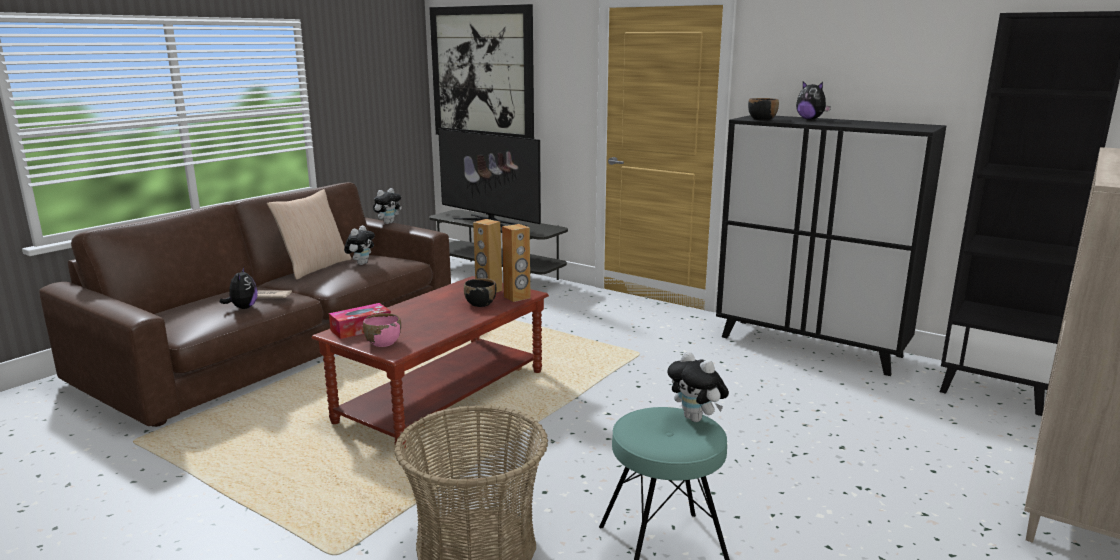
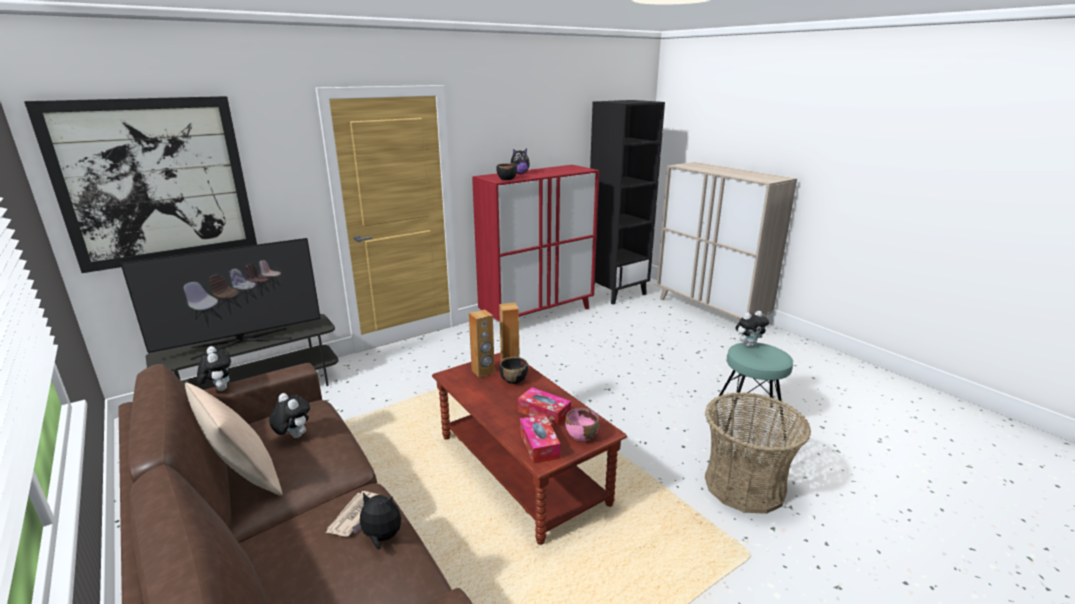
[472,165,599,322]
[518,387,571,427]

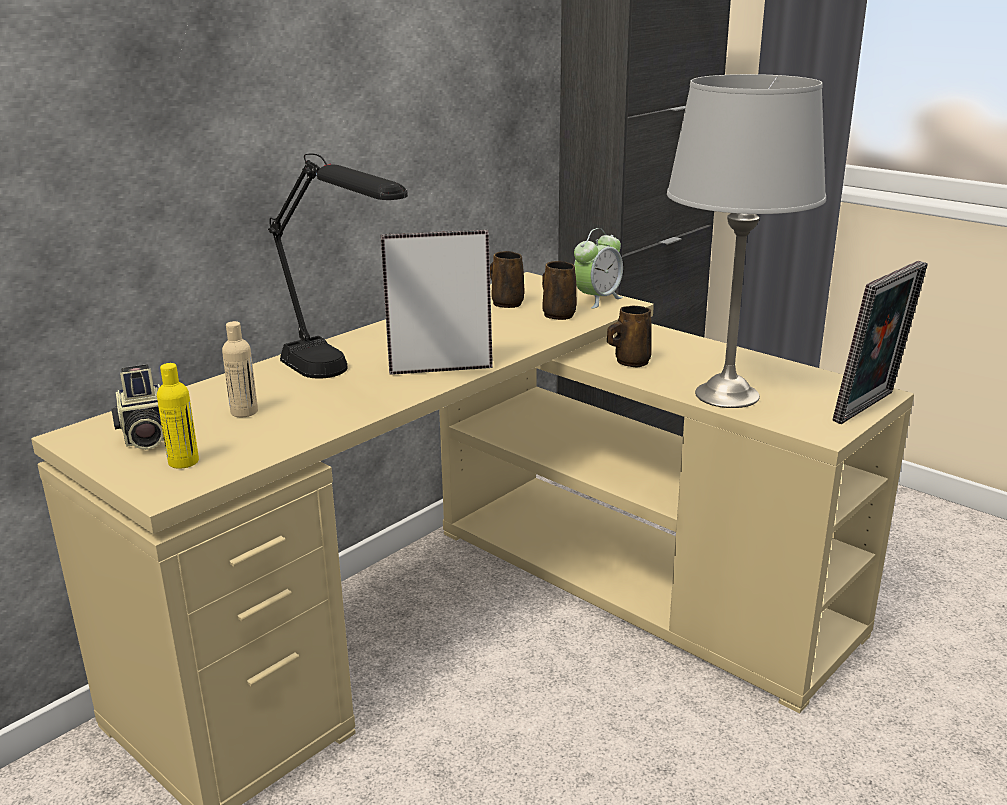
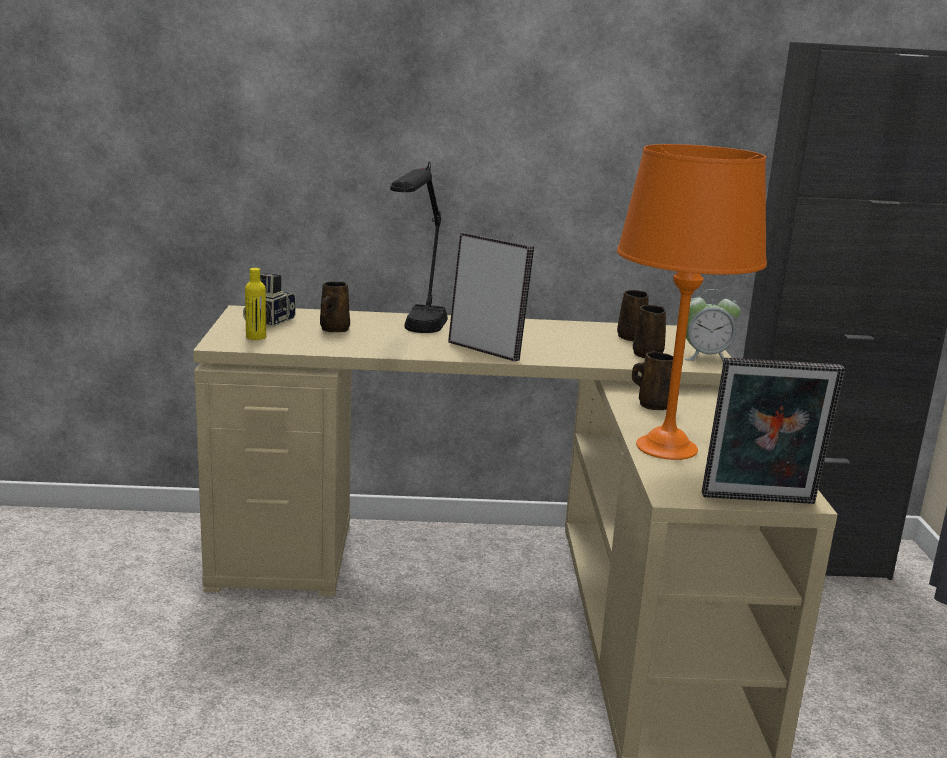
[320,282,350,332]
[617,144,767,460]

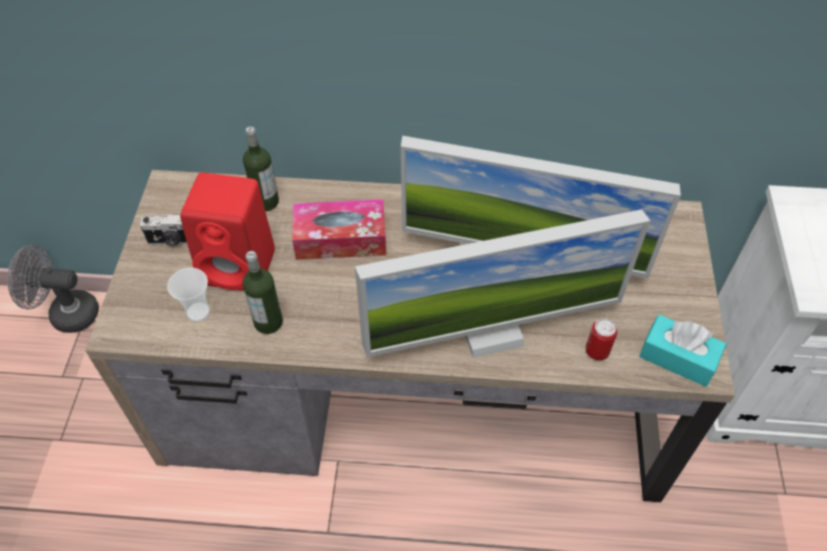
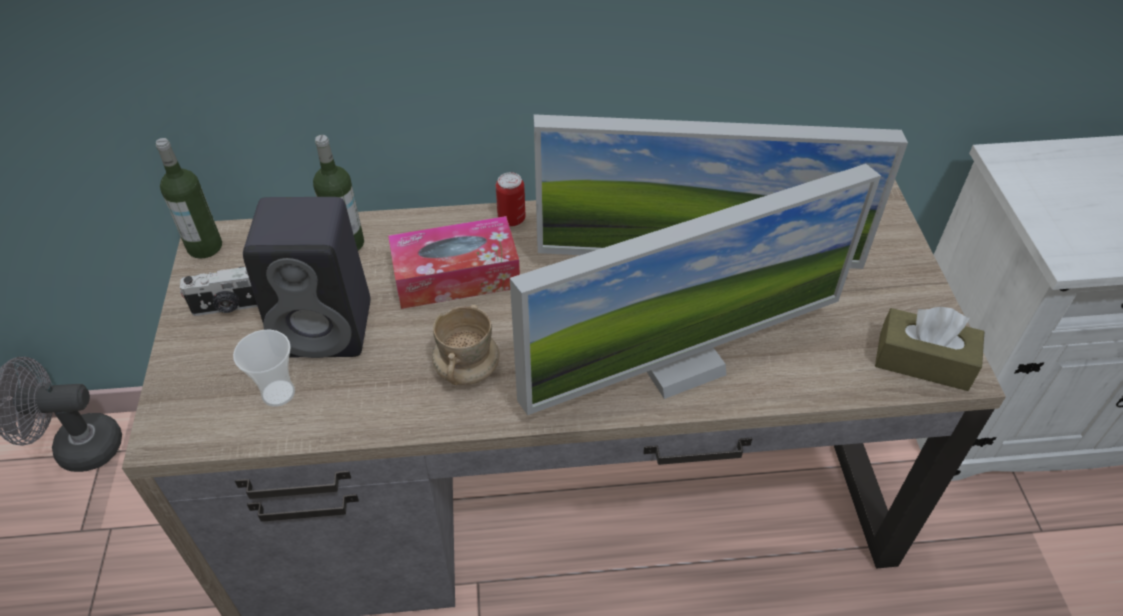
[243,197,370,358]
[156,138,222,259]
[496,172,526,226]
[875,307,984,391]
[432,305,500,385]

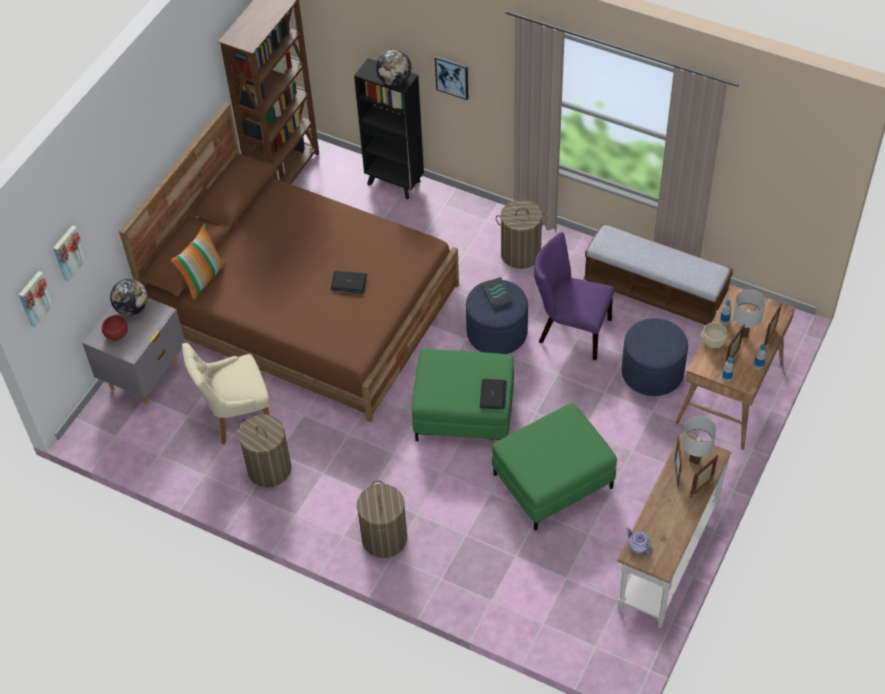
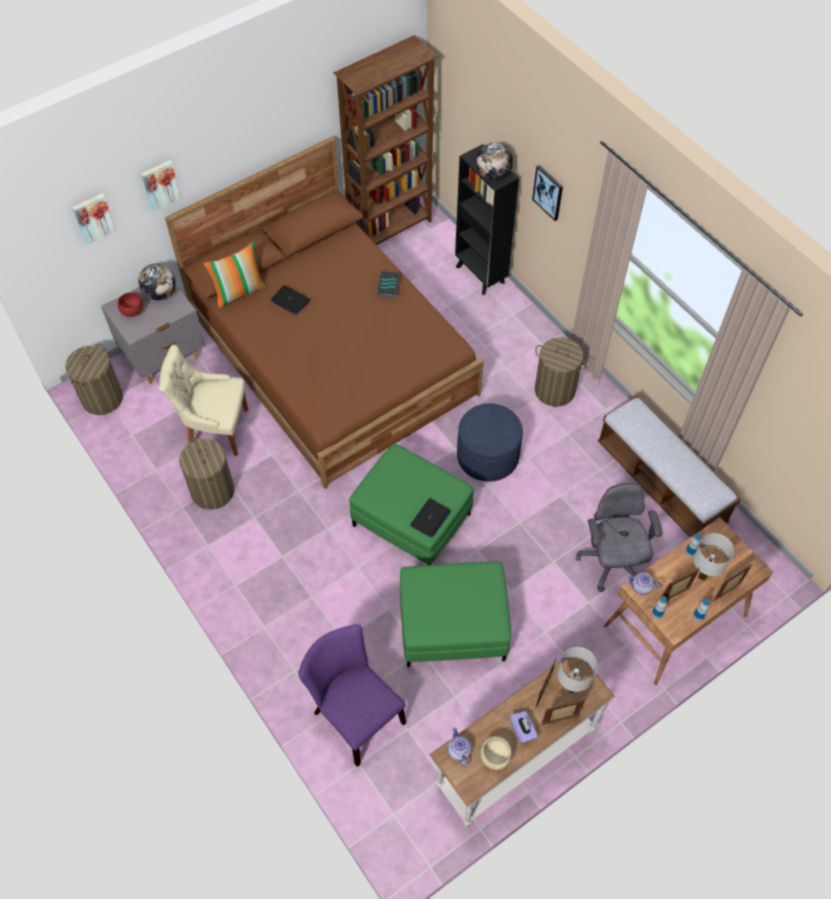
[141,160,181,212]
[271,285,310,315]
[65,344,123,415]
[377,271,400,298]
[298,624,406,767]
[576,483,663,592]
[480,736,512,770]
[510,711,538,744]
[626,572,662,595]

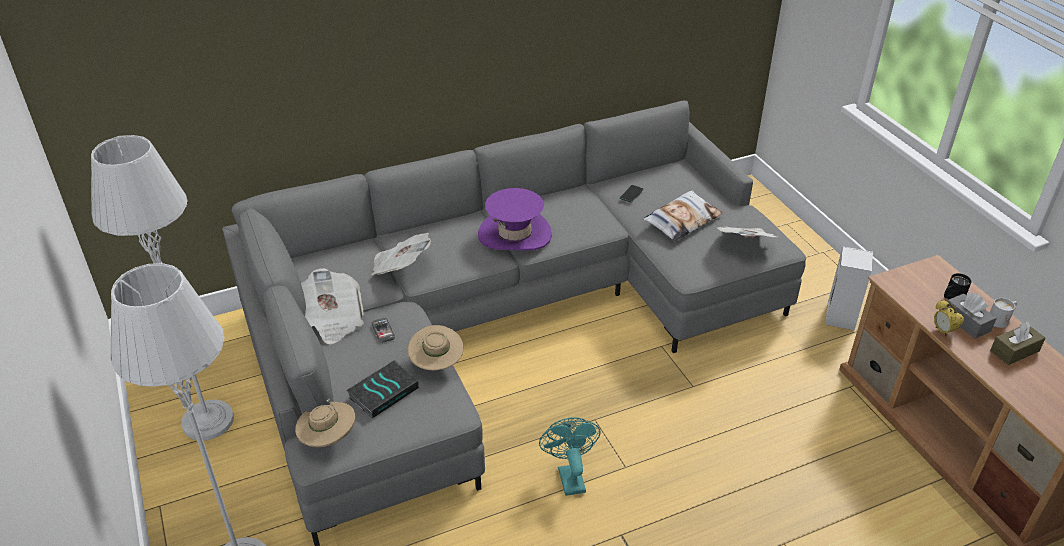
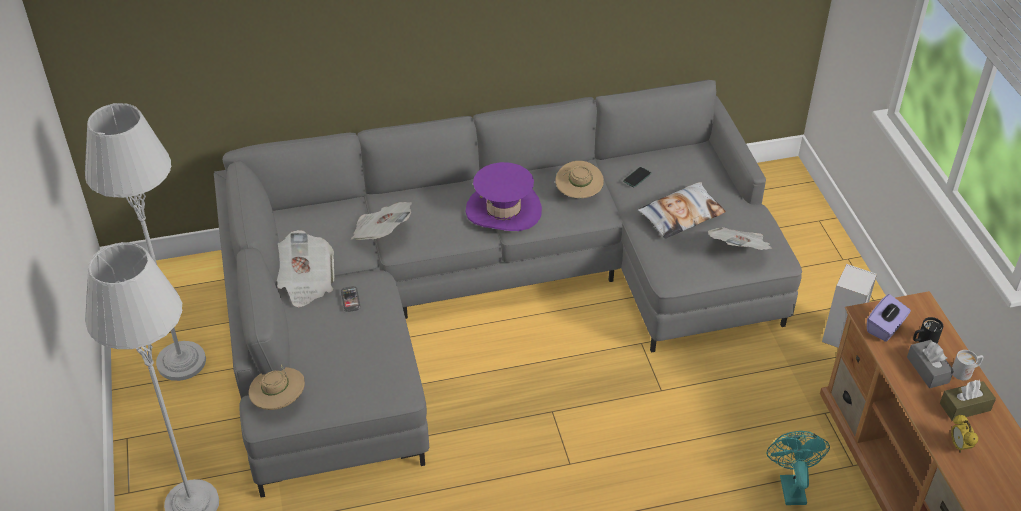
[346,360,419,419] (first image)
[555,161,604,198]
[766,431,830,505]
[951,414,978,453]
[867,294,911,342]

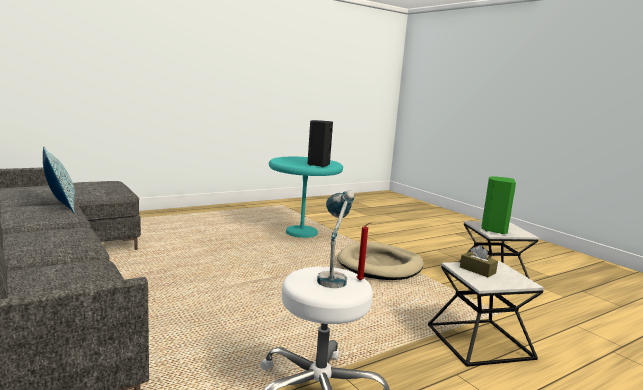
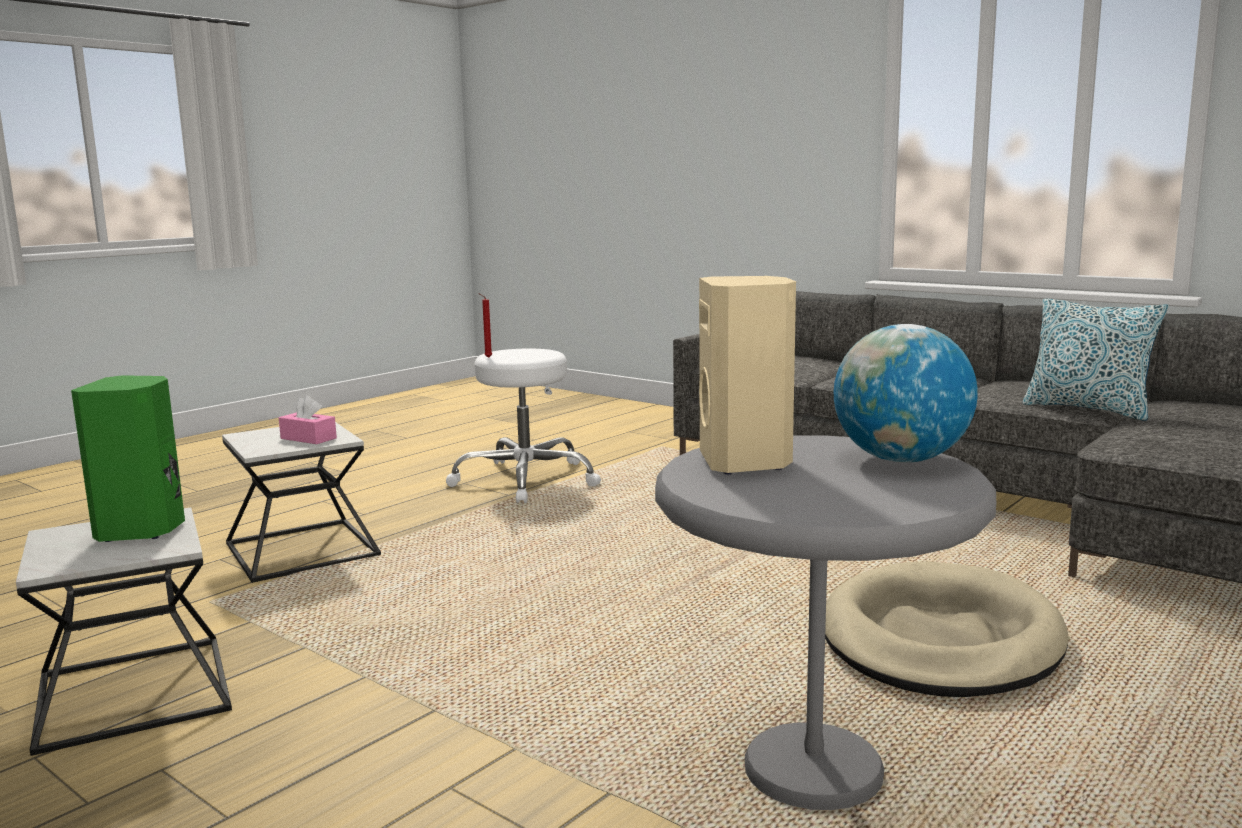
[655,435,996,810]
[699,276,796,474]
[317,190,355,288] (first image)
[825,561,1069,697]
[279,395,337,444]
[834,324,978,463]

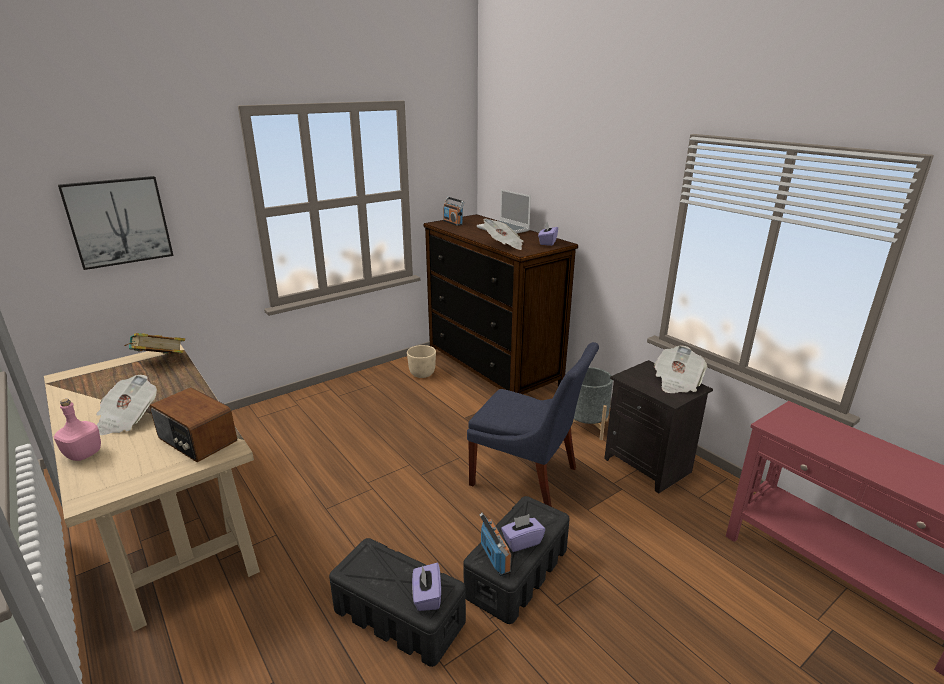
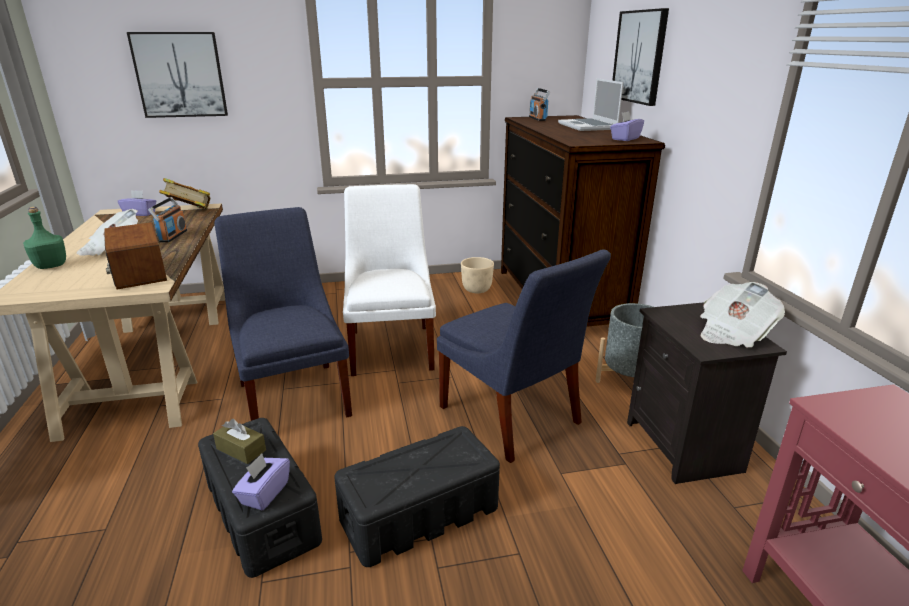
[23,207,66,269]
[148,197,187,242]
[483,219,524,250] (first image)
[118,190,156,216]
[213,419,266,464]
[214,207,352,421]
[343,184,436,376]
[612,8,669,106]

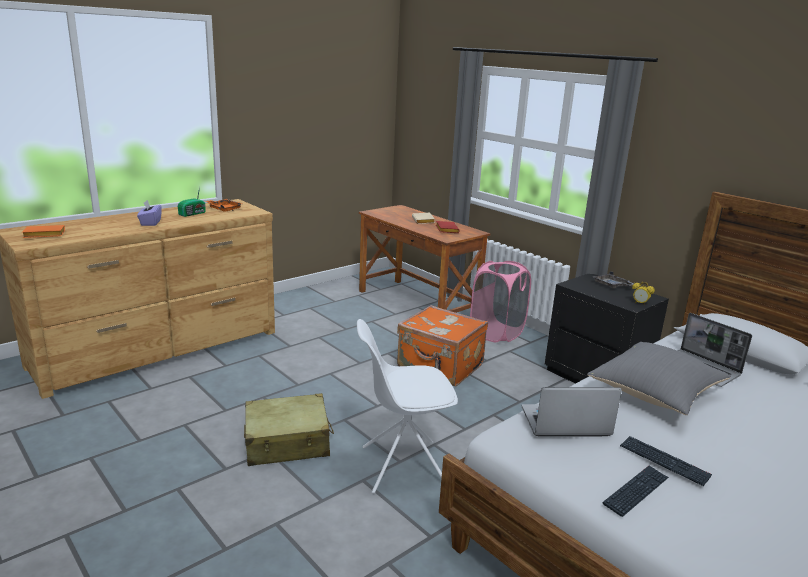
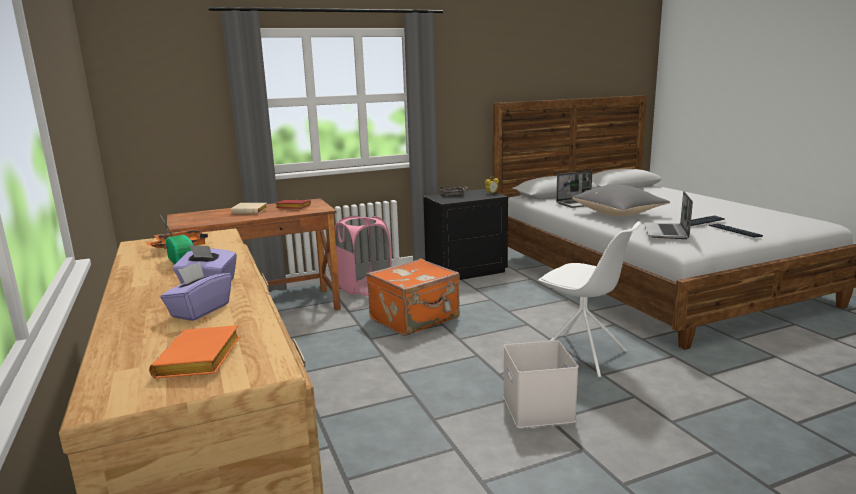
[503,340,579,428]
[538,221,641,378]
[160,262,232,321]

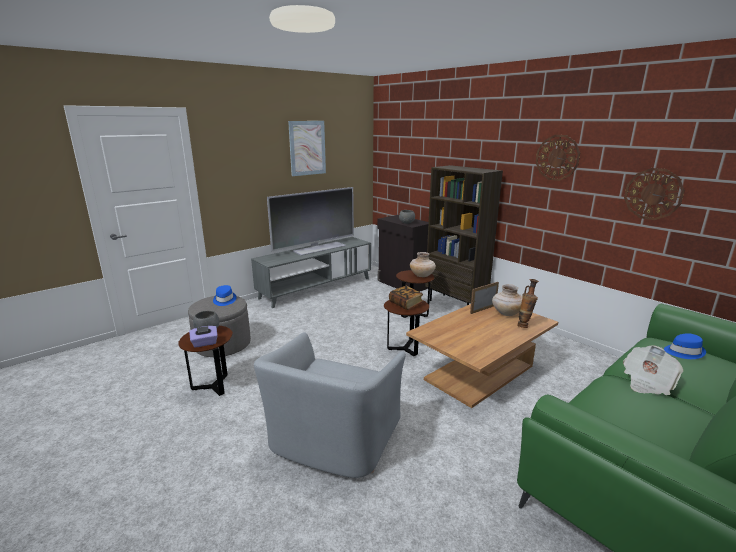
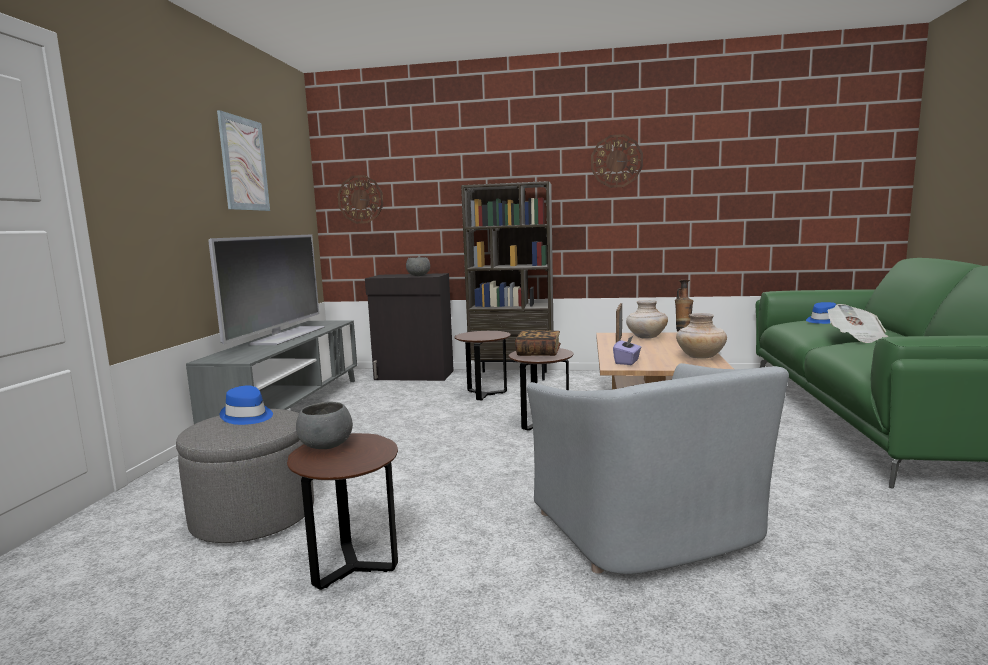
[613,335,641,365]
[676,313,727,359]
[338,175,383,224]

